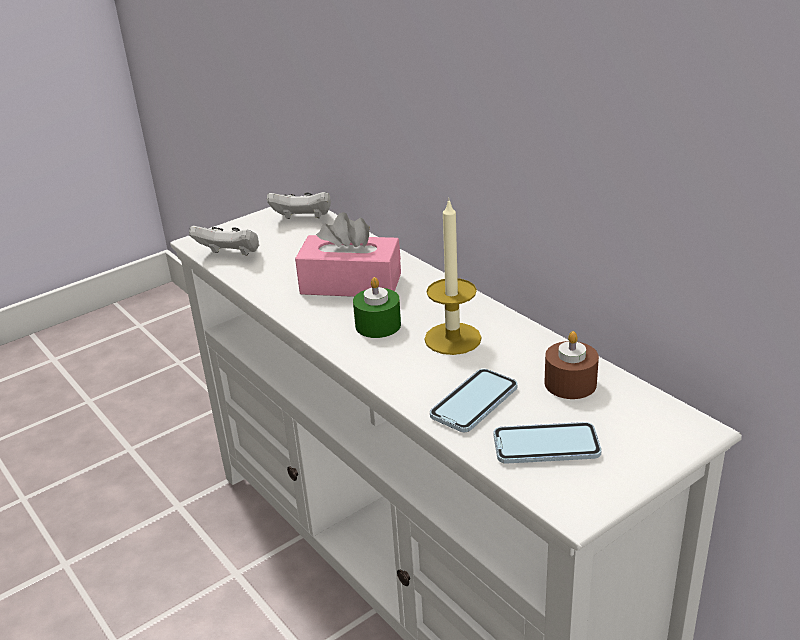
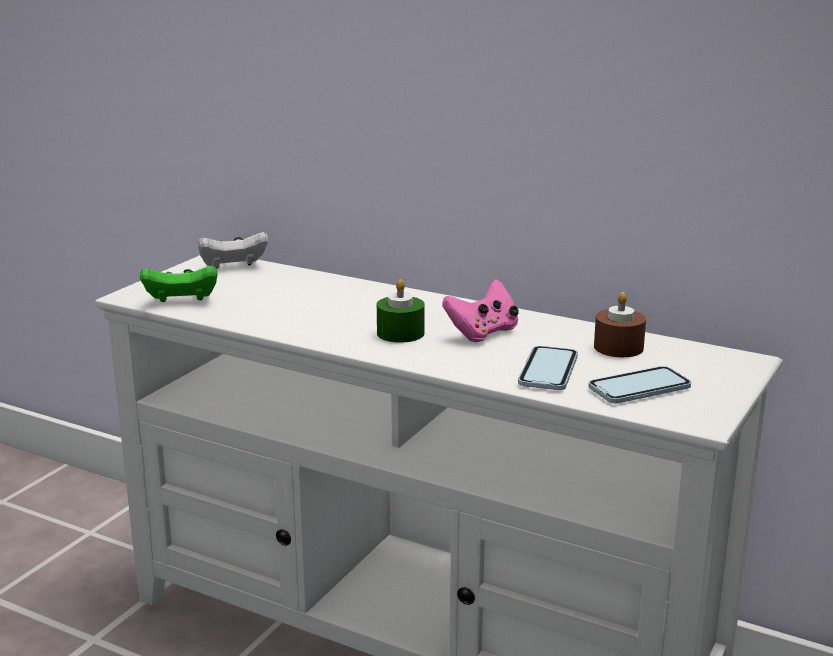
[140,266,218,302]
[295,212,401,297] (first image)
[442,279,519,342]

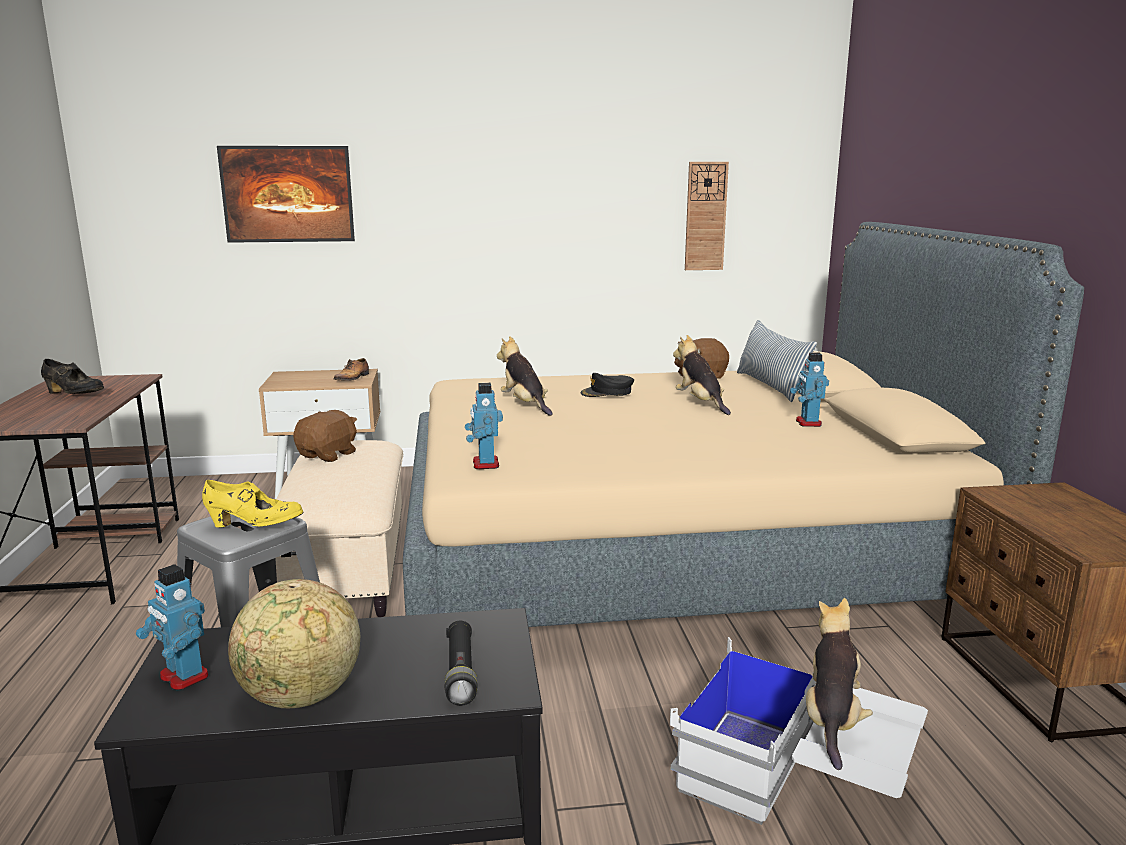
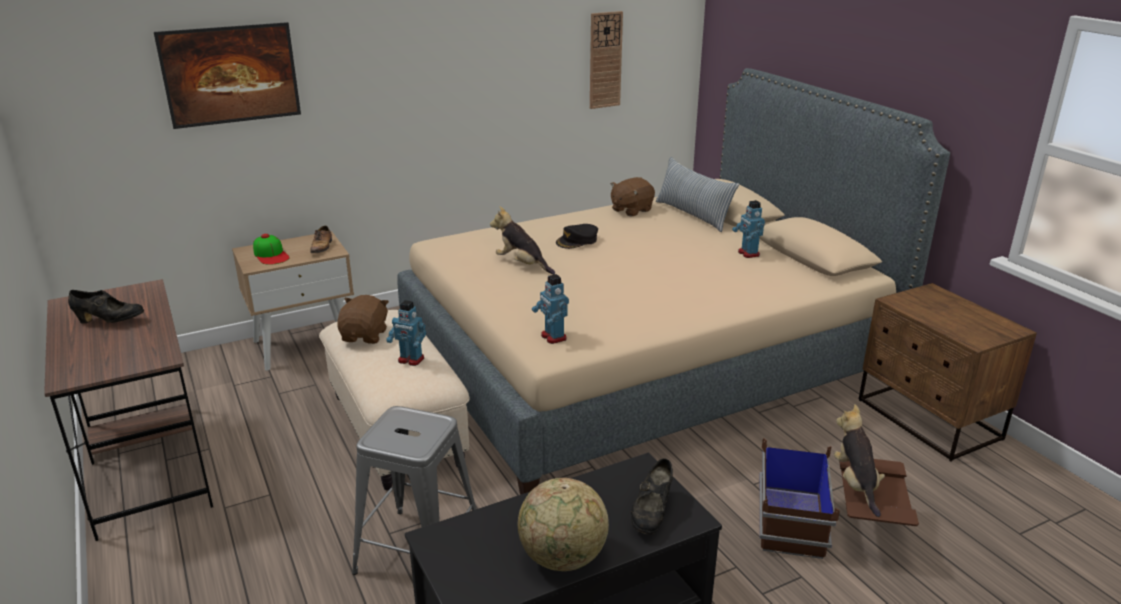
[386,300,426,366]
[202,480,303,528] (first image)
[631,458,673,534]
[760,438,919,559]
[673,335,731,415] (first image)
[253,234,290,265]

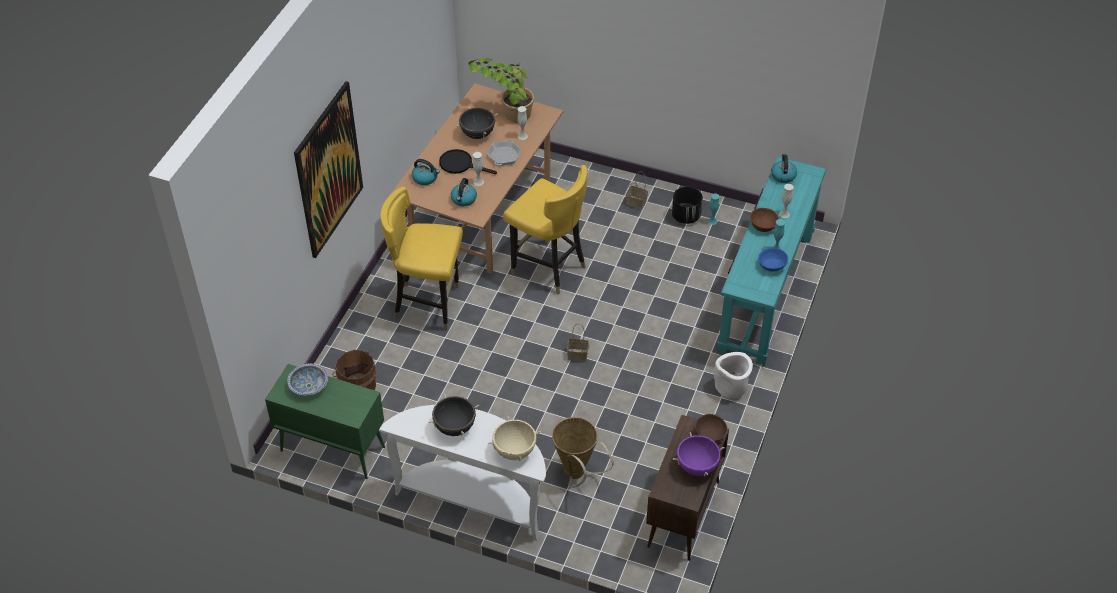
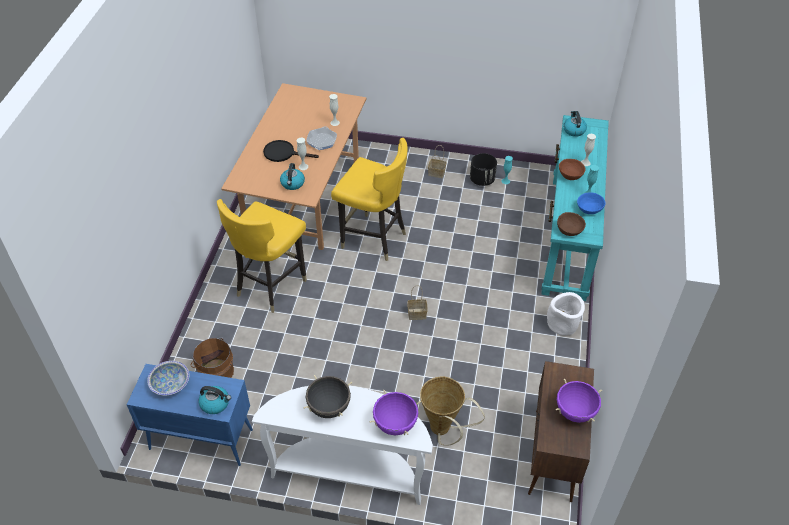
[127,364,253,466]
[294,81,363,258] (first image)
[217,199,307,313]
[199,386,231,414]
[456,106,498,139] (first image)
[468,57,534,123] (first image)
[370,390,421,435]
[557,212,586,236]

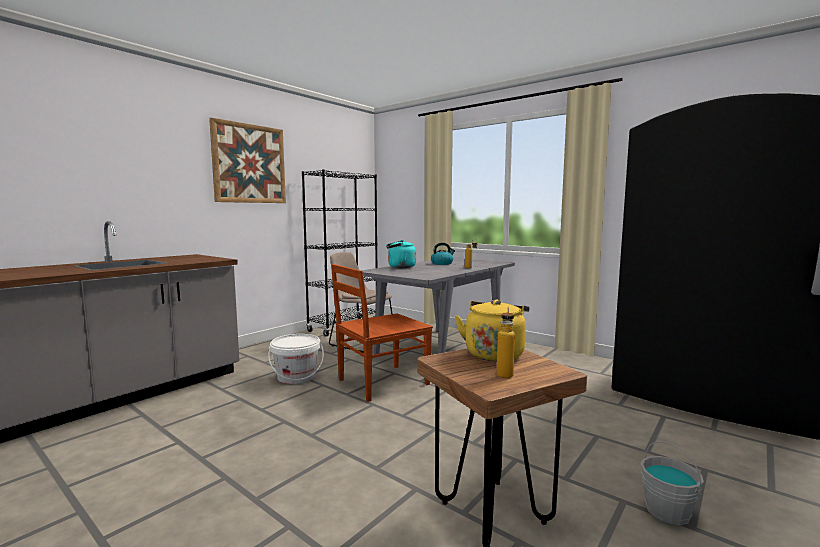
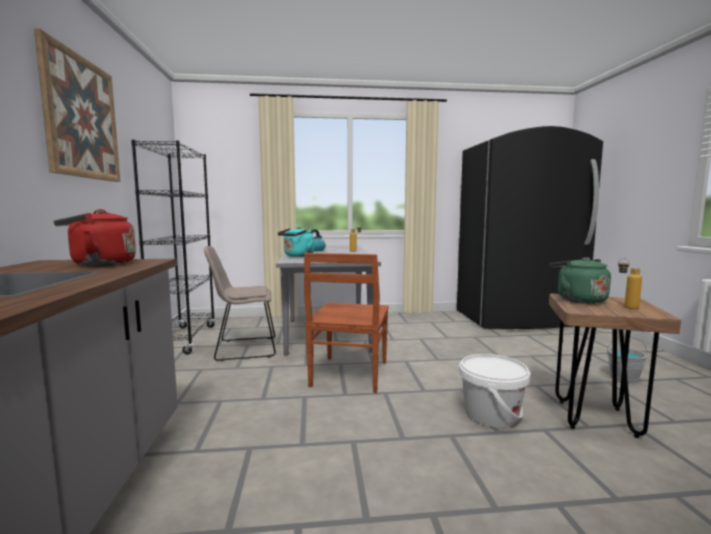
[459,354,530,428]
[550,257,611,304]
[54,209,136,266]

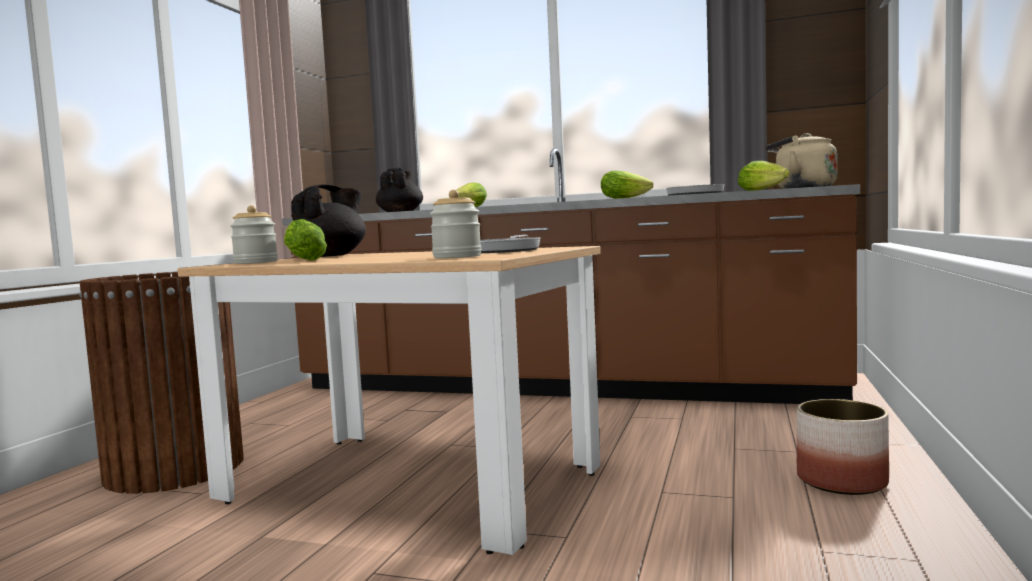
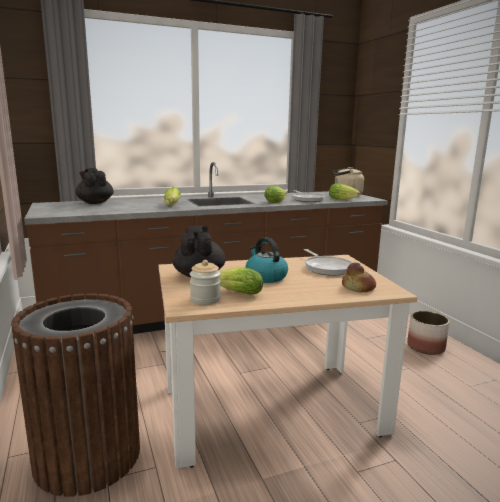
[342,263,376,292]
[245,237,288,283]

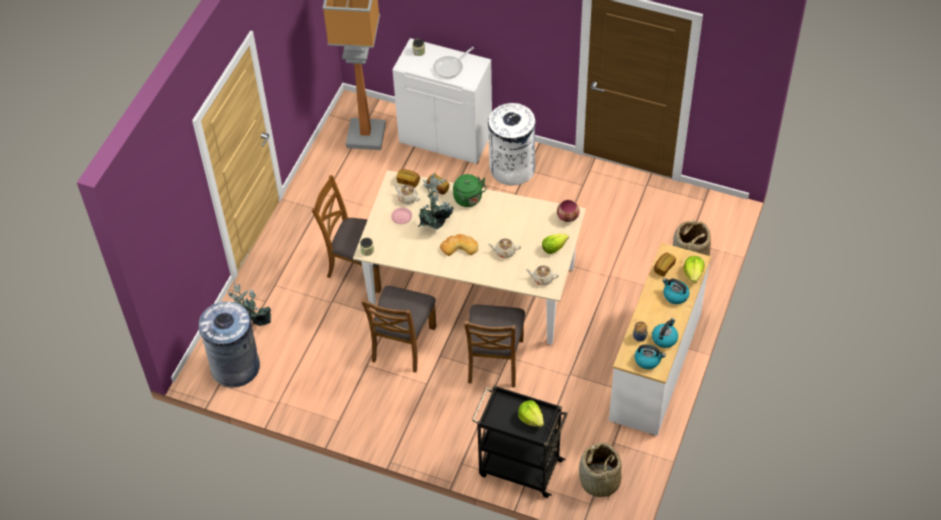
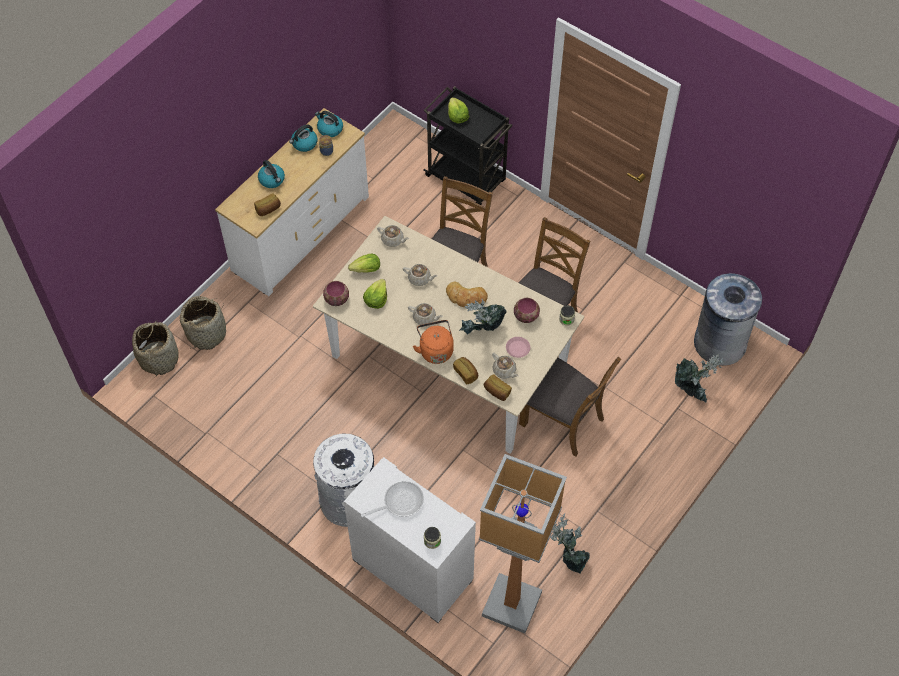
[413,320,454,364]
[132,319,179,376]
[363,279,387,309]
[408,303,443,325]
[514,298,540,323]
[550,513,590,574]

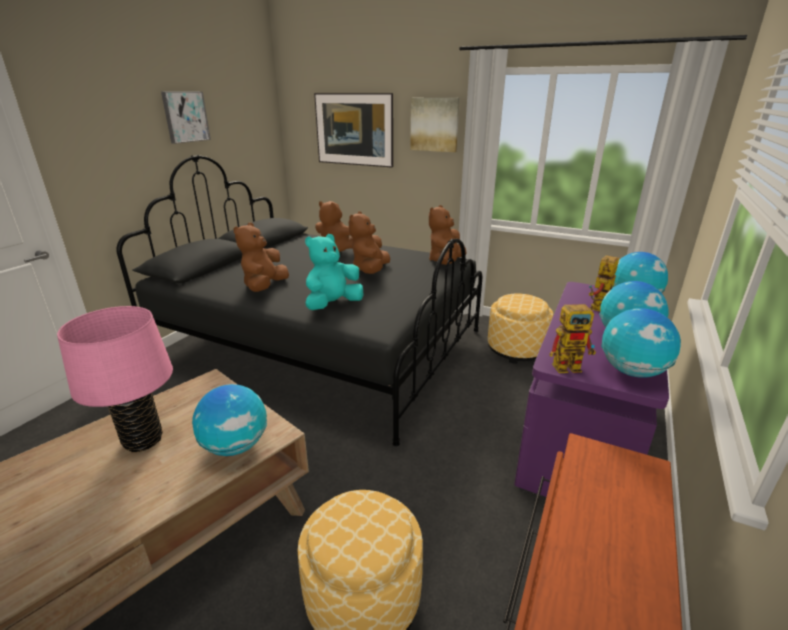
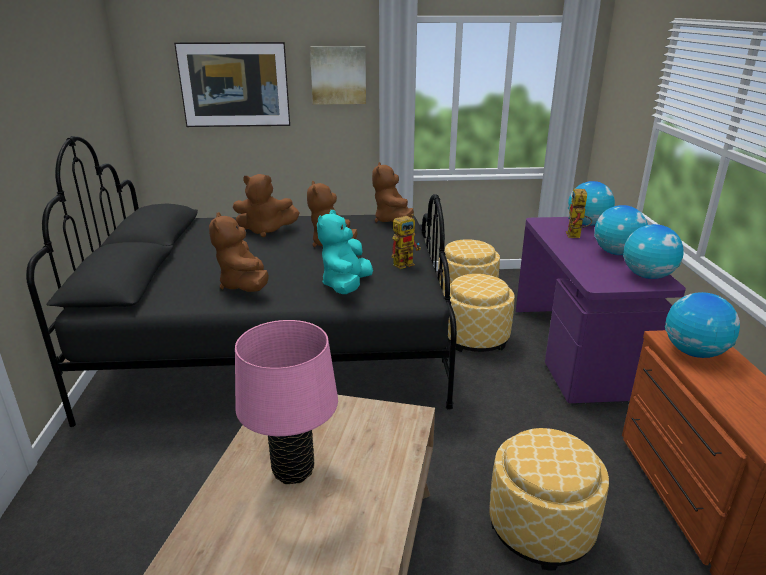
[161,92,211,144] (first image)
[665,292,740,358]
[391,214,421,269]
[444,274,515,352]

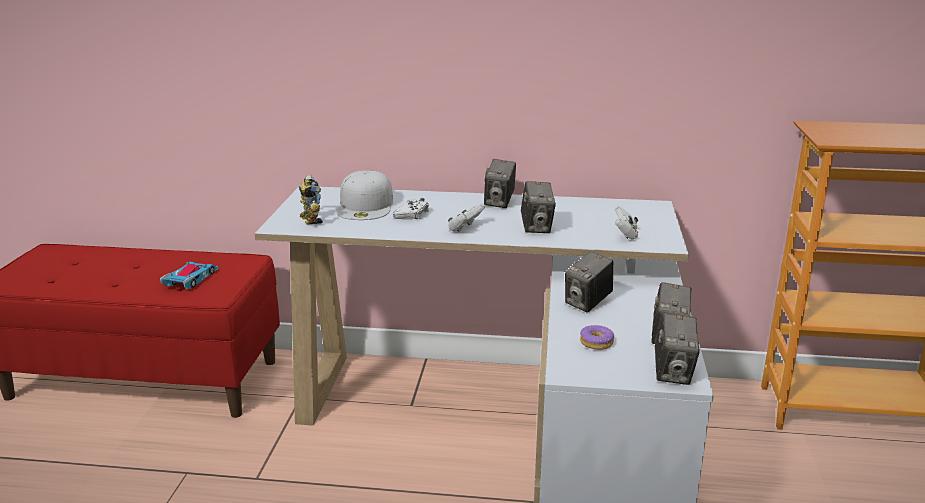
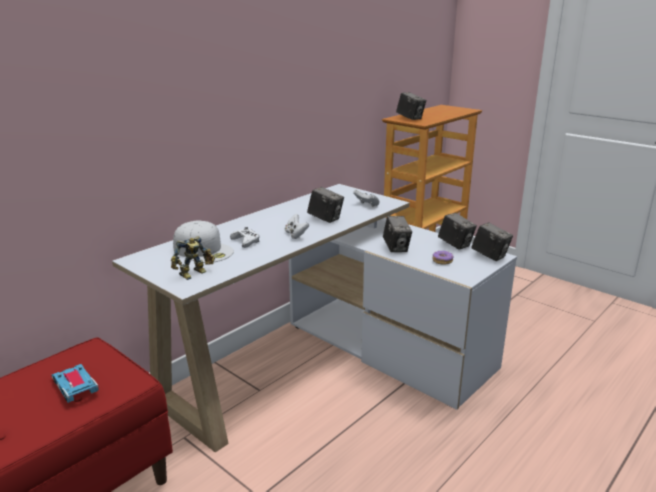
[171,236,215,280]
[396,92,426,120]

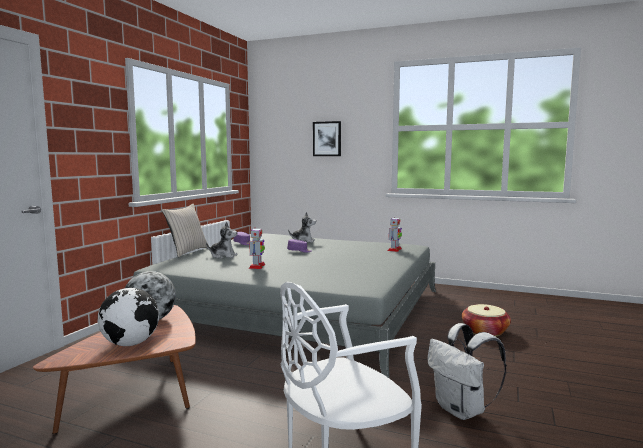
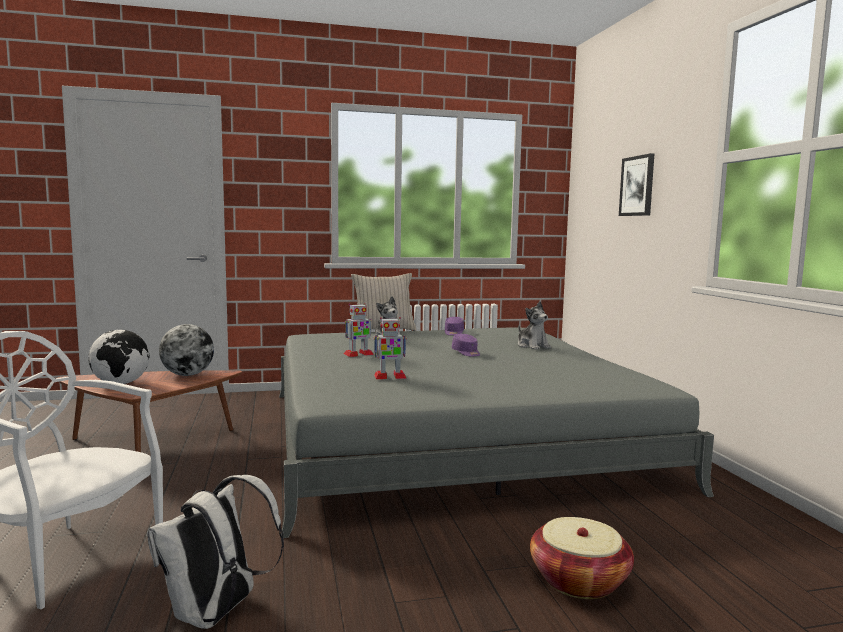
[374,317,407,379]

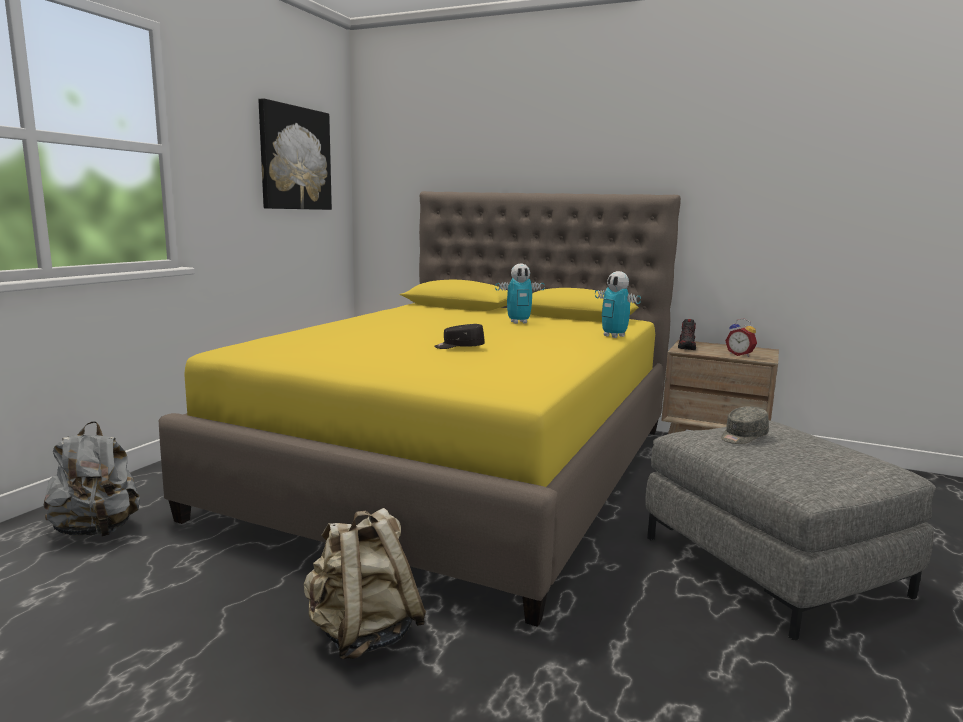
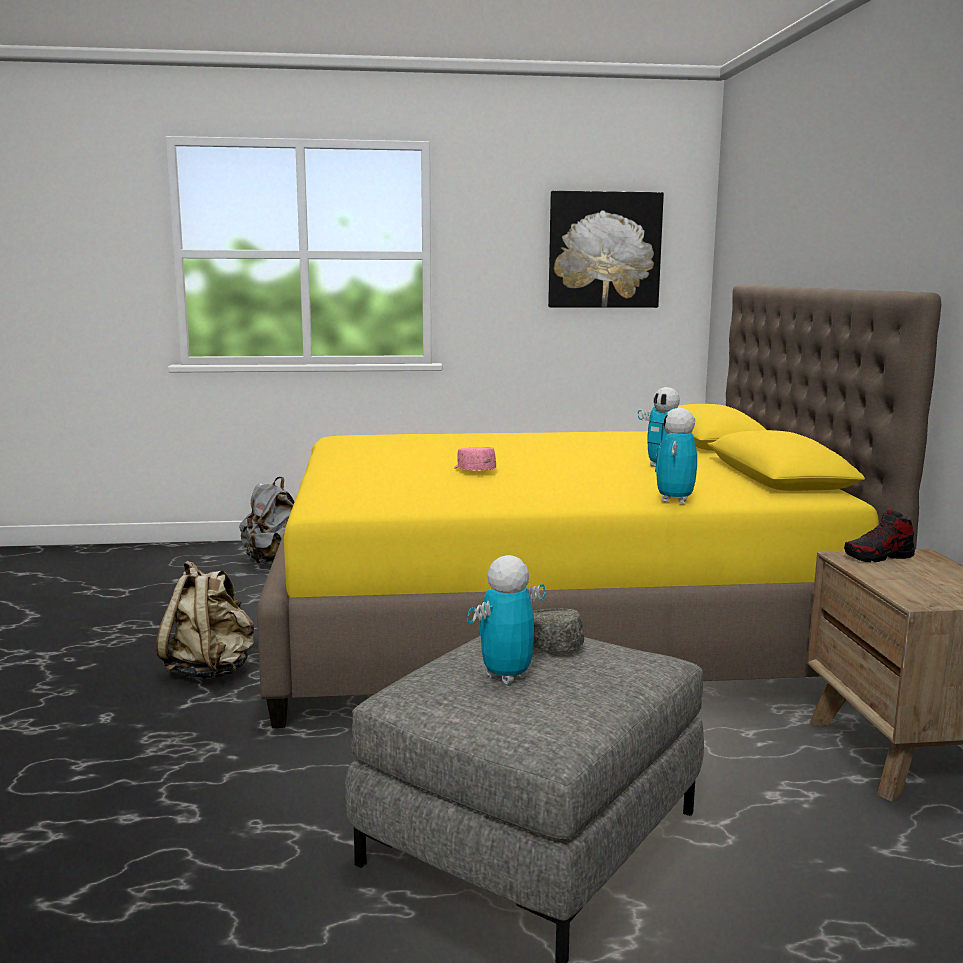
[454,447,496,471]
[725,318,757,357] (first image)
[467,555,545,684]

